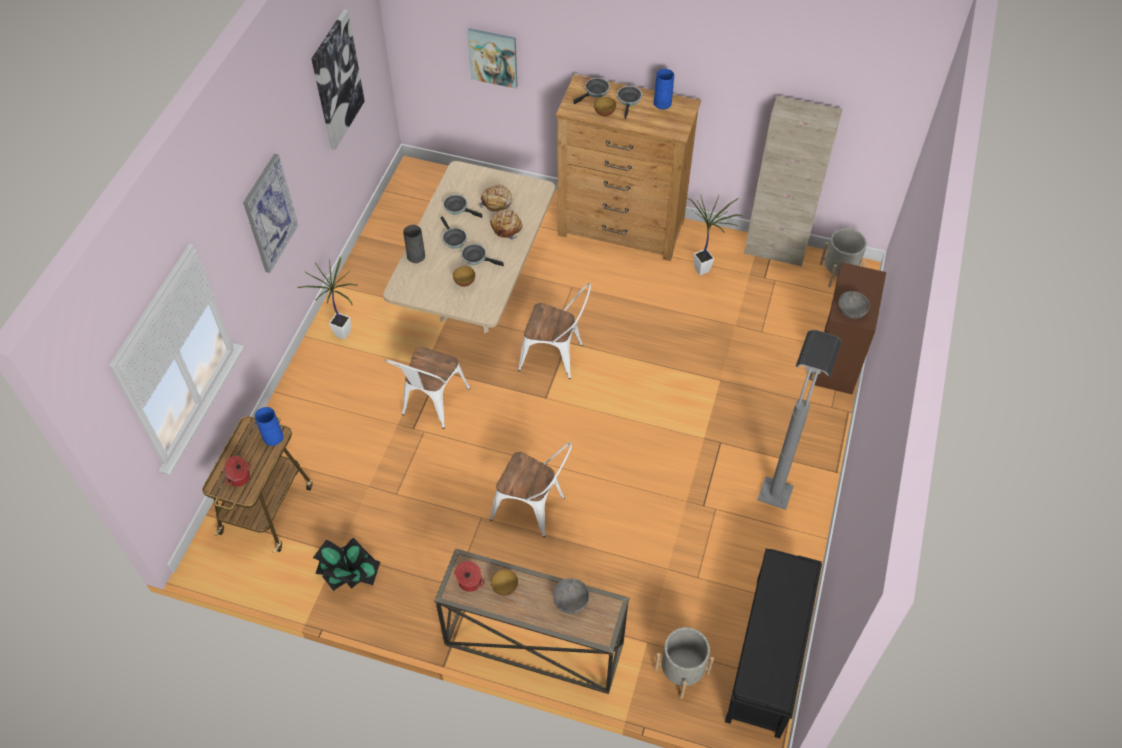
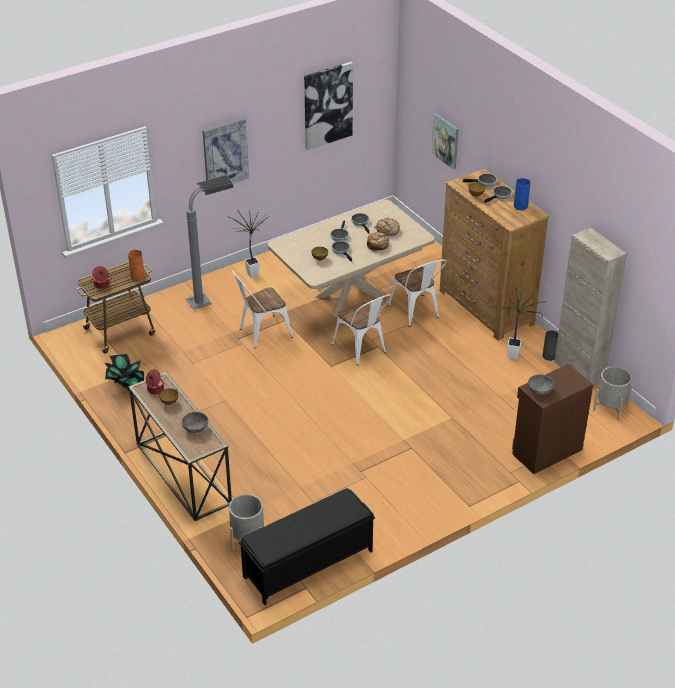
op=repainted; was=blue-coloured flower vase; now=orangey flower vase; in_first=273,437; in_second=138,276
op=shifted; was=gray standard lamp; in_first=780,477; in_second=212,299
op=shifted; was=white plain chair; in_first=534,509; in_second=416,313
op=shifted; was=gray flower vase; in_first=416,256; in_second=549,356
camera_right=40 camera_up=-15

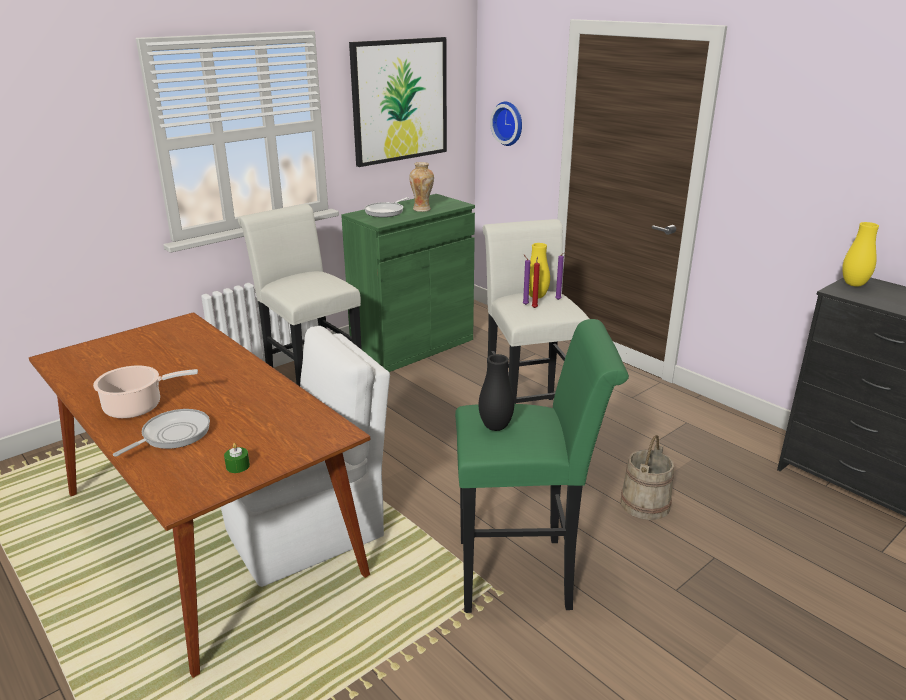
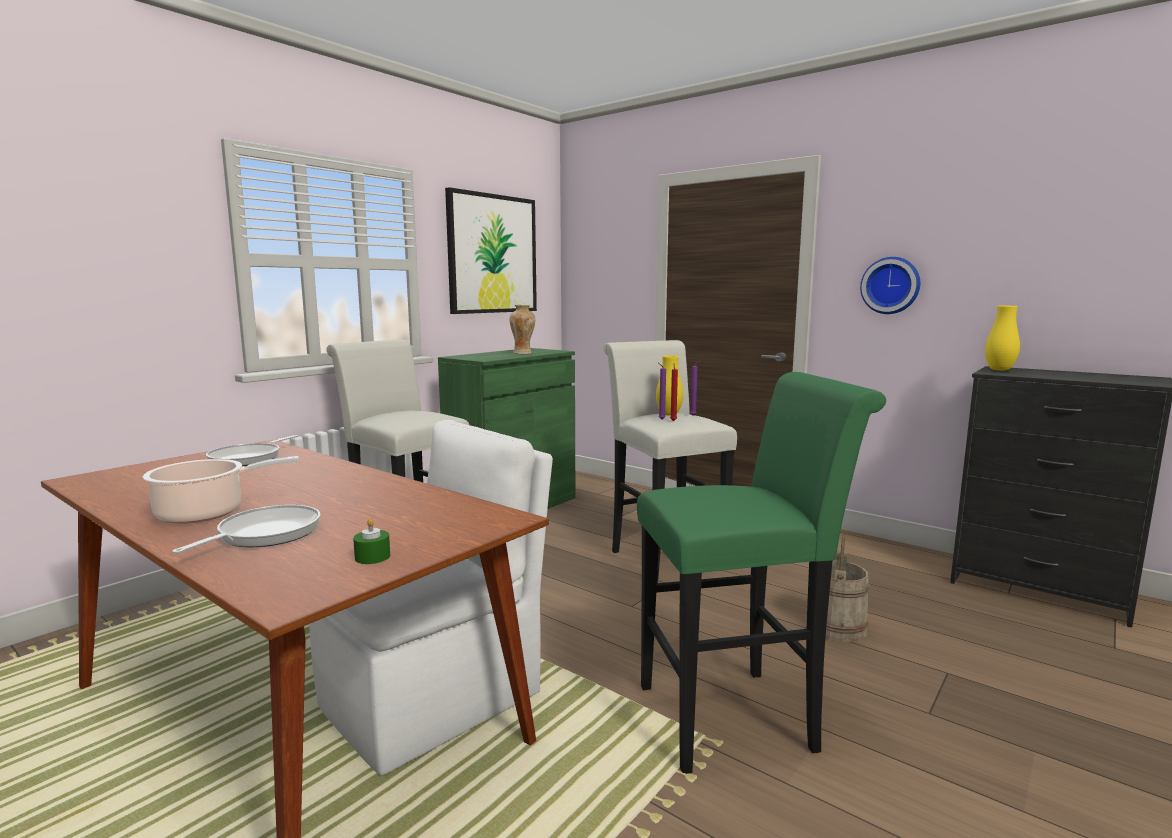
op=shifted; was=pan; in_first=386,212; in_second=249,458
op=shifted; was=clock on the wall; in_first=509,123; in_second=891,285
op=gone; was=black flower vase; in_first=495,427
camera_right=-10 camera_up=-15

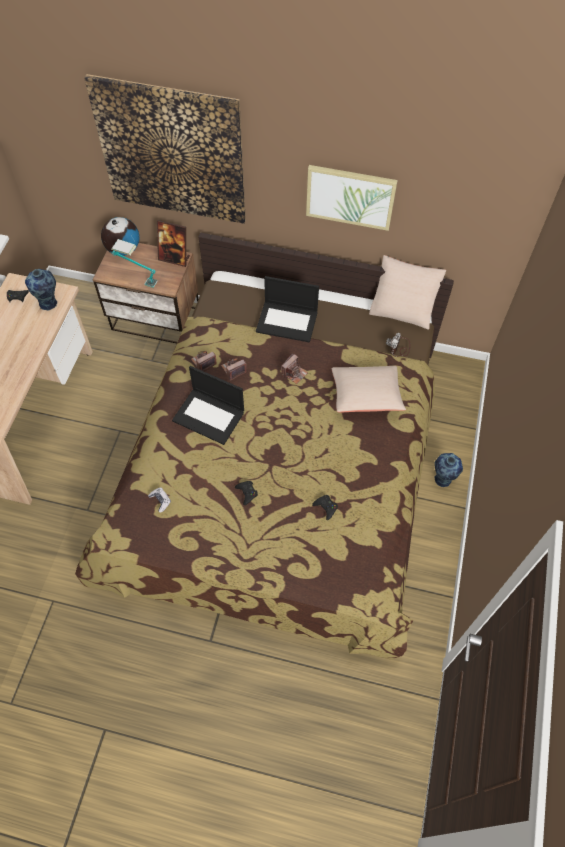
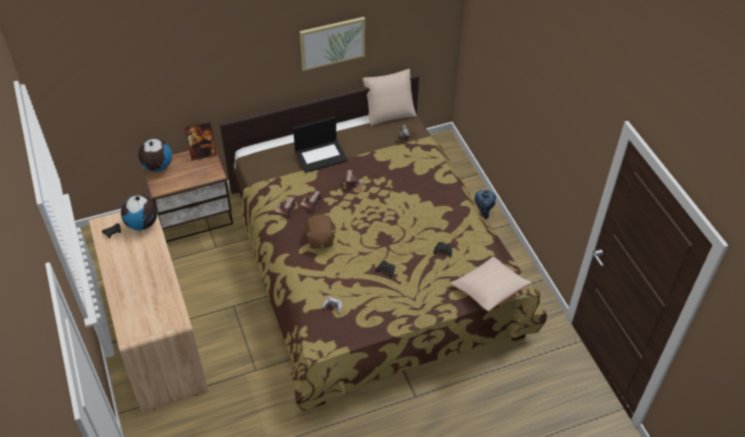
op=swapped; was=flower vase; now=globe; in_first=49,303; in_second=142,224
op=swapped; was=portable computer; now=brownish plush toy; in_first=209,416; in_second=320,239
op=shifted; was=beige-coloured cushion; in_first=366,395; in_second=489,290
op=gone; was=wall picture; in_first=172,152
op=gone; was=tabletop lamp; in_first=137,278
camera_right=-35 camera_up=-10

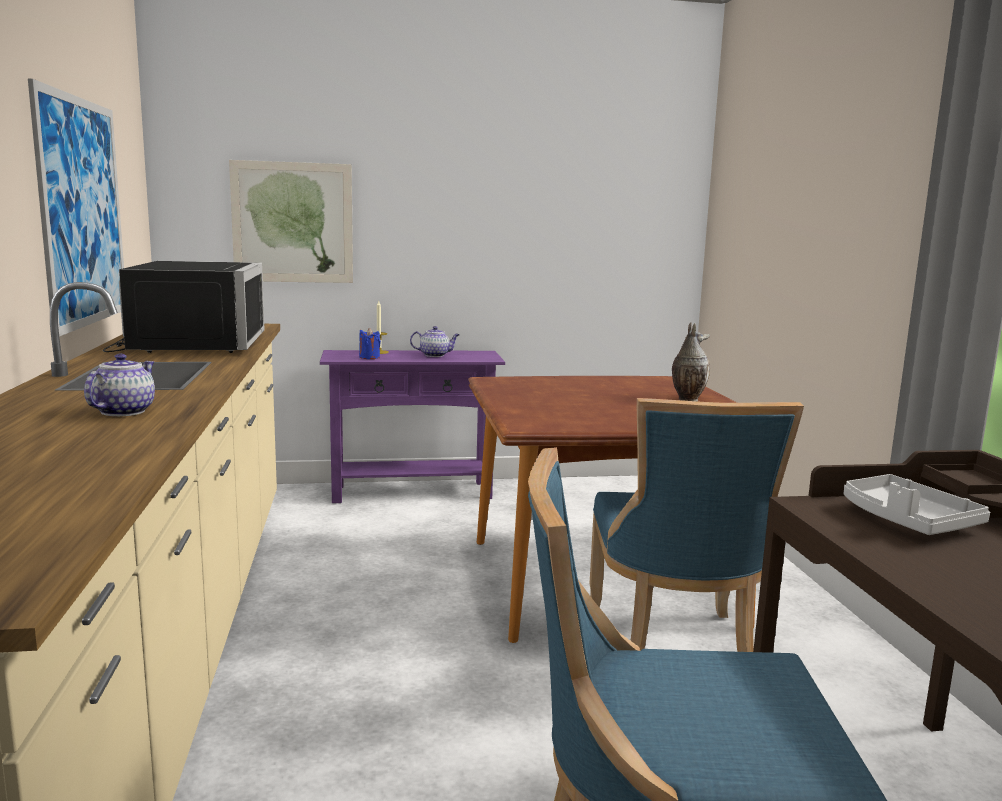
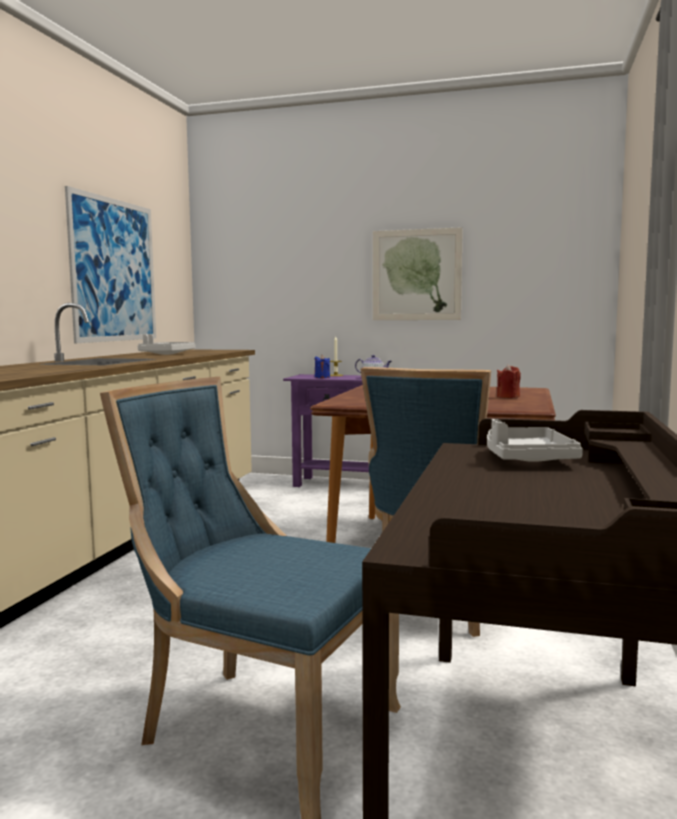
op=swapped; was=black microwave oven; now=gray carrying tray; in_first=188,344; in_second=167,354
op=shifted; was=wall picture; in_first=292,223; in_second=416,275
op=swapped; was=flower vase; now=red candle; in_first=687,399; in_second=508,397
op=gone; was=pot for tea; in_first=124,411
camera_right=25 camera_up=-5

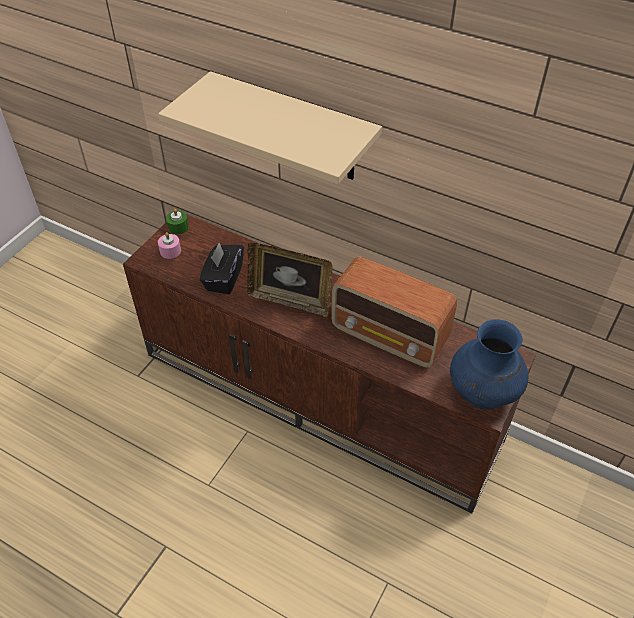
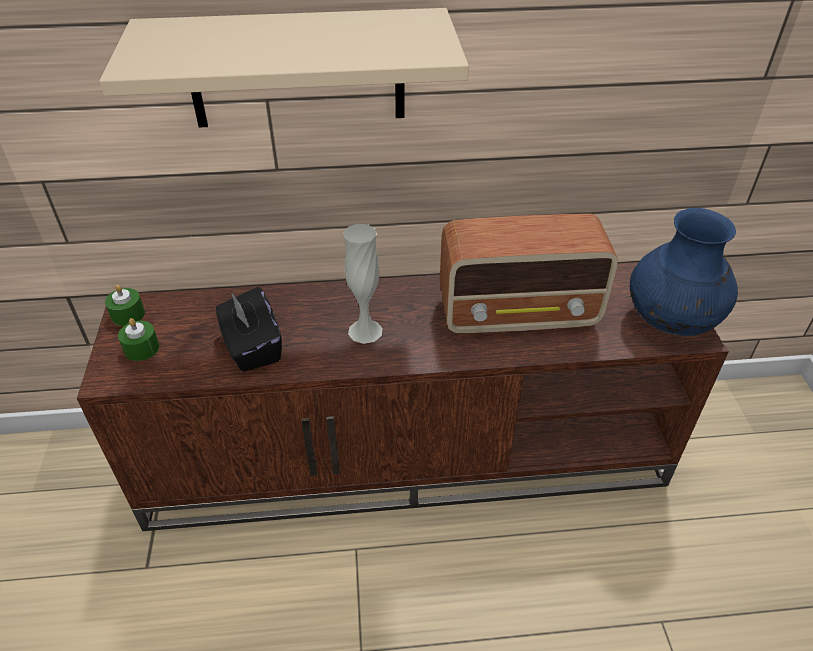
op=repainted; was=pink-coloured candle; now=green-coloured candle; in_first=170,251; in_second=141,348
op=swapped; was=standing frame; now=white flower vase; in_first=290,300; in_second=365,331
camera_right=-35 camera_up=-5

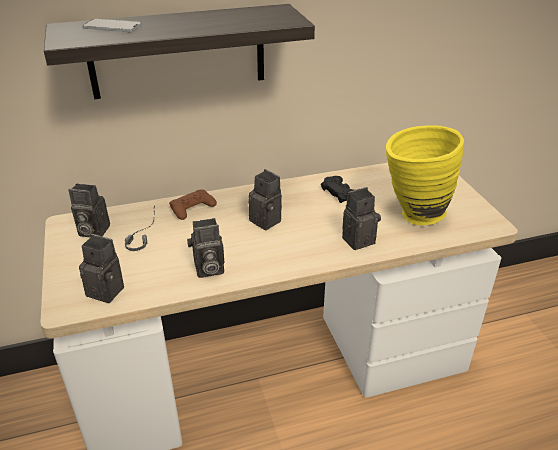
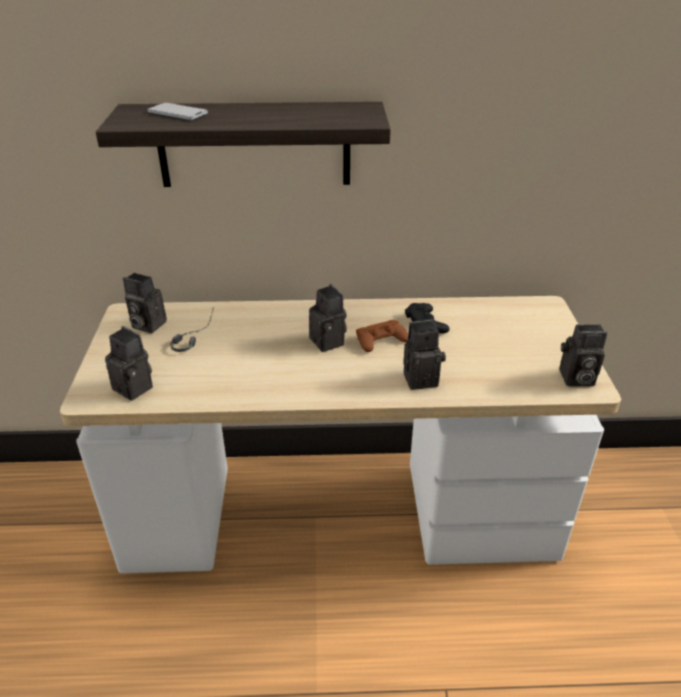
op=shifted; was=brownish joypad; in_first=192,208; in_second=381,340
op=shifted; was=photo camera; in_first=207,269; in_second=575,379
op=gone; was=yellow flower vase; in_first=412,215
camera_right=15 camera_up=0

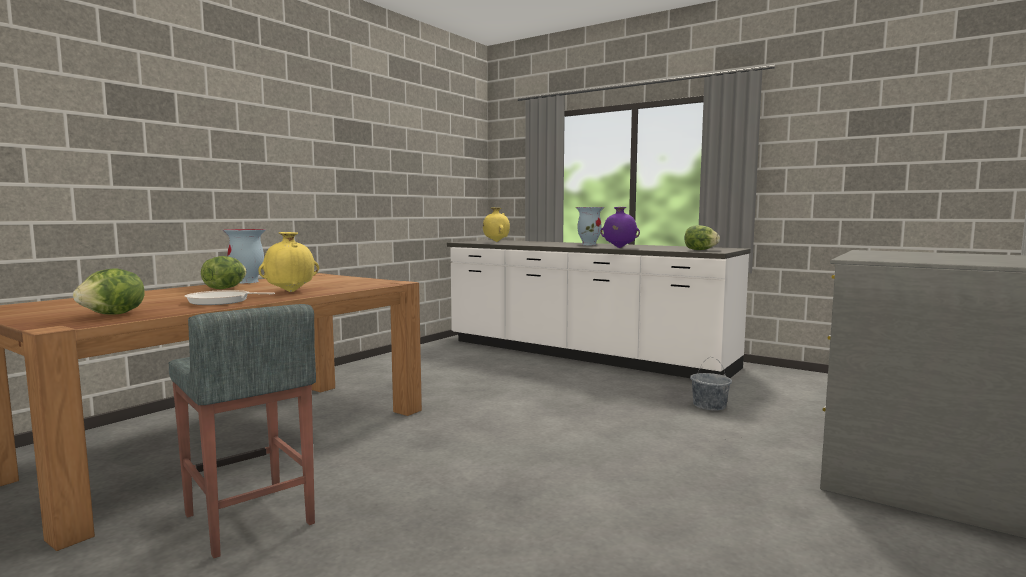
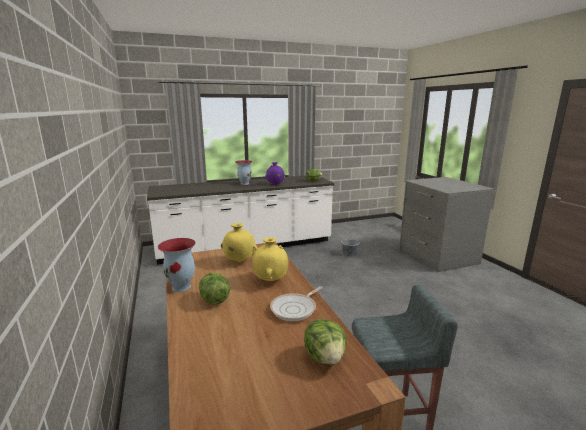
op=shifted; was=yellow flower vase; in_first=496,241; in_second=239,261
camera_right=-55 camera_up=10

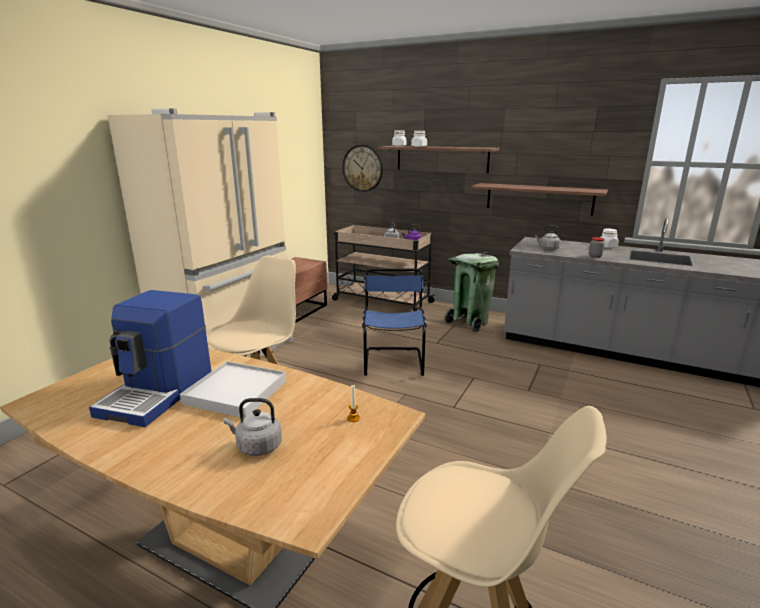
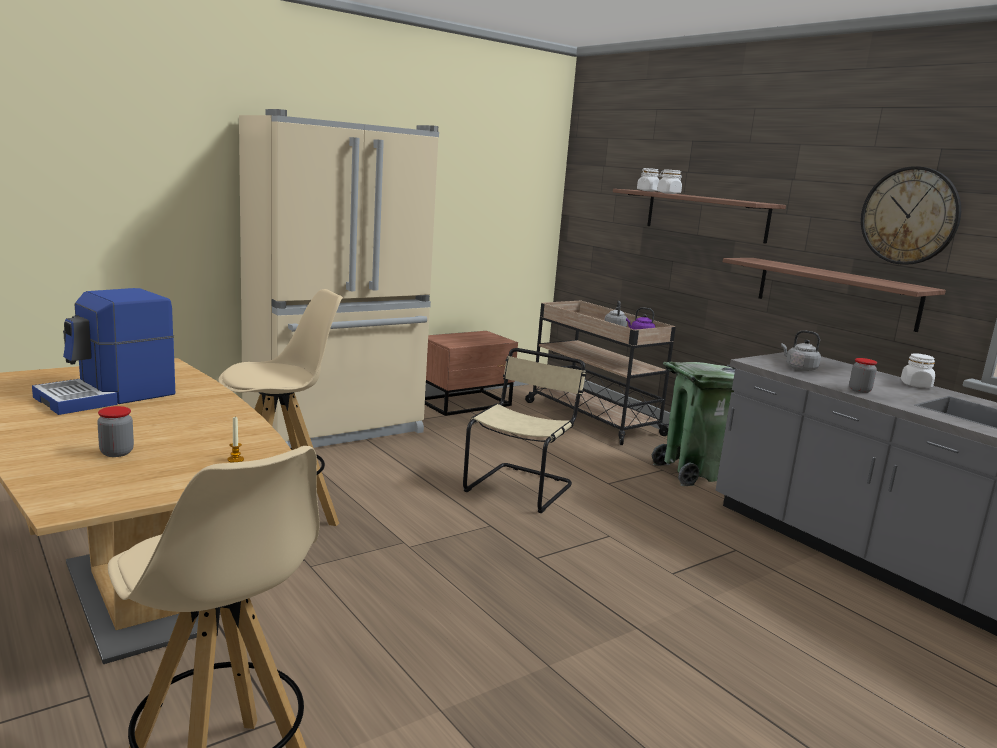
op=swapped; was=gray tea kettle; now=preserve jar; in_first=257,447; in_second=117,453
op=repainted; was=blue-coloured plain chair; now=beige-coloured plain chair; in_first=393,361; in_second=521,487
op=shifted; was=clock on the wall; in_first=363,168; in_second=909,216
op=gone; was=white carrying tray; in_first=236,392
camera_right=25 camera_up=-5

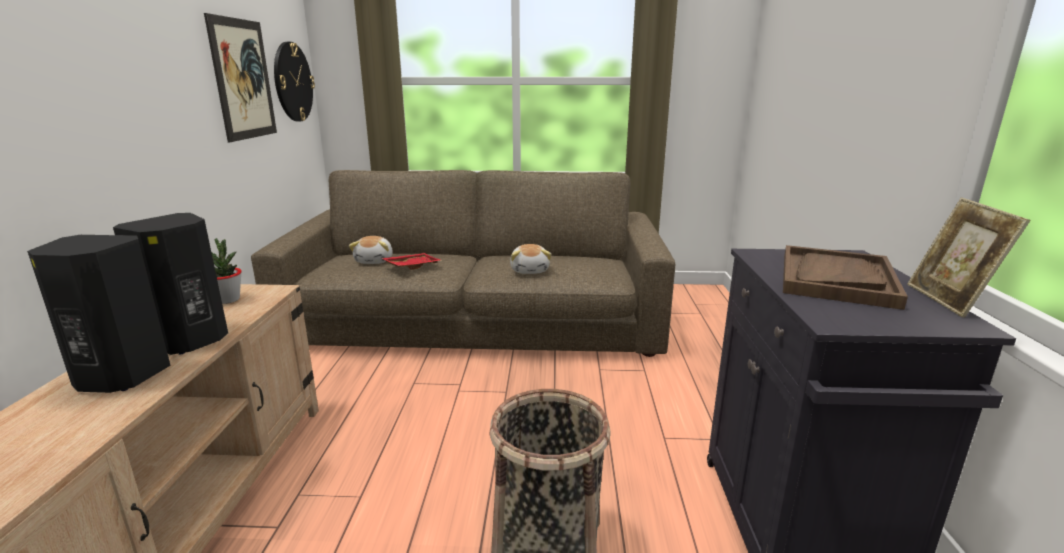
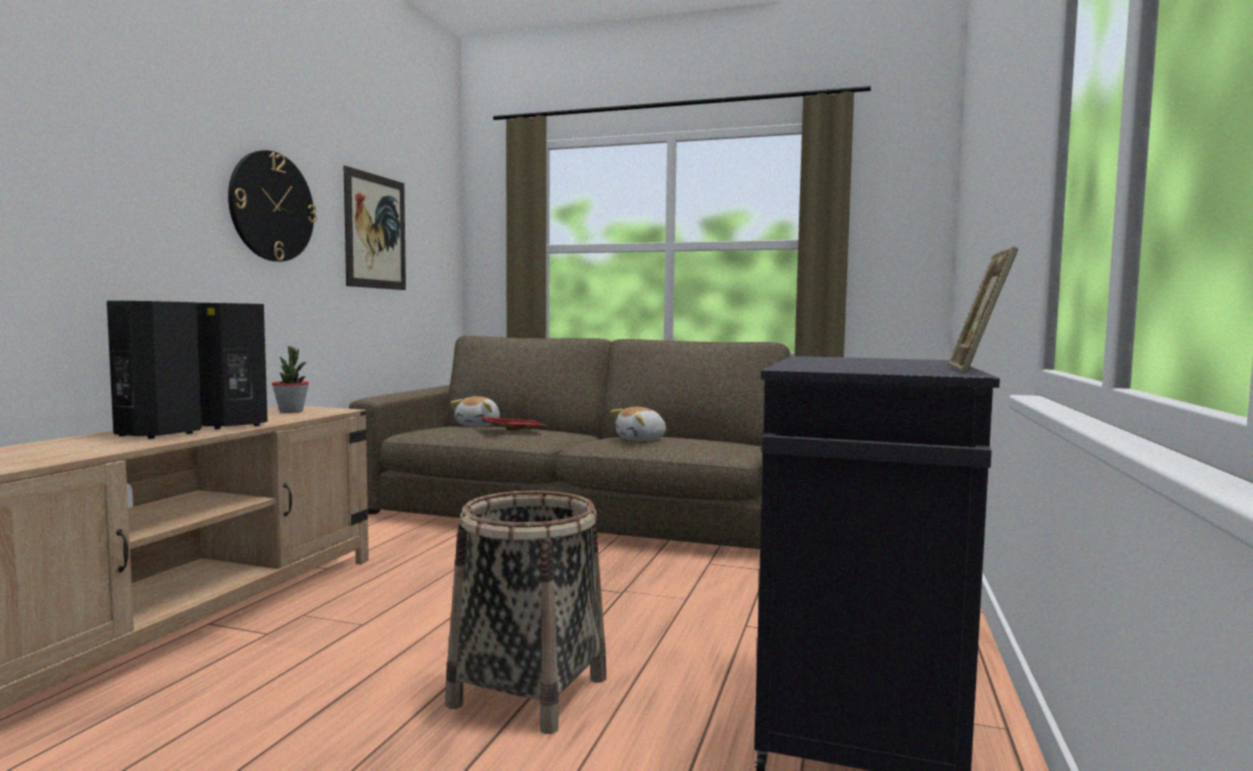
op=shifted; was=clock on the wall; in_first=293,82; in_second=272,206
op=rotated; was=plush toy; in_first=530,270; in_second=641,439; clockwise=45
op=gone; was=brownish carrying tray; in_first=836,279
camera_right=15 camera_up=-15

